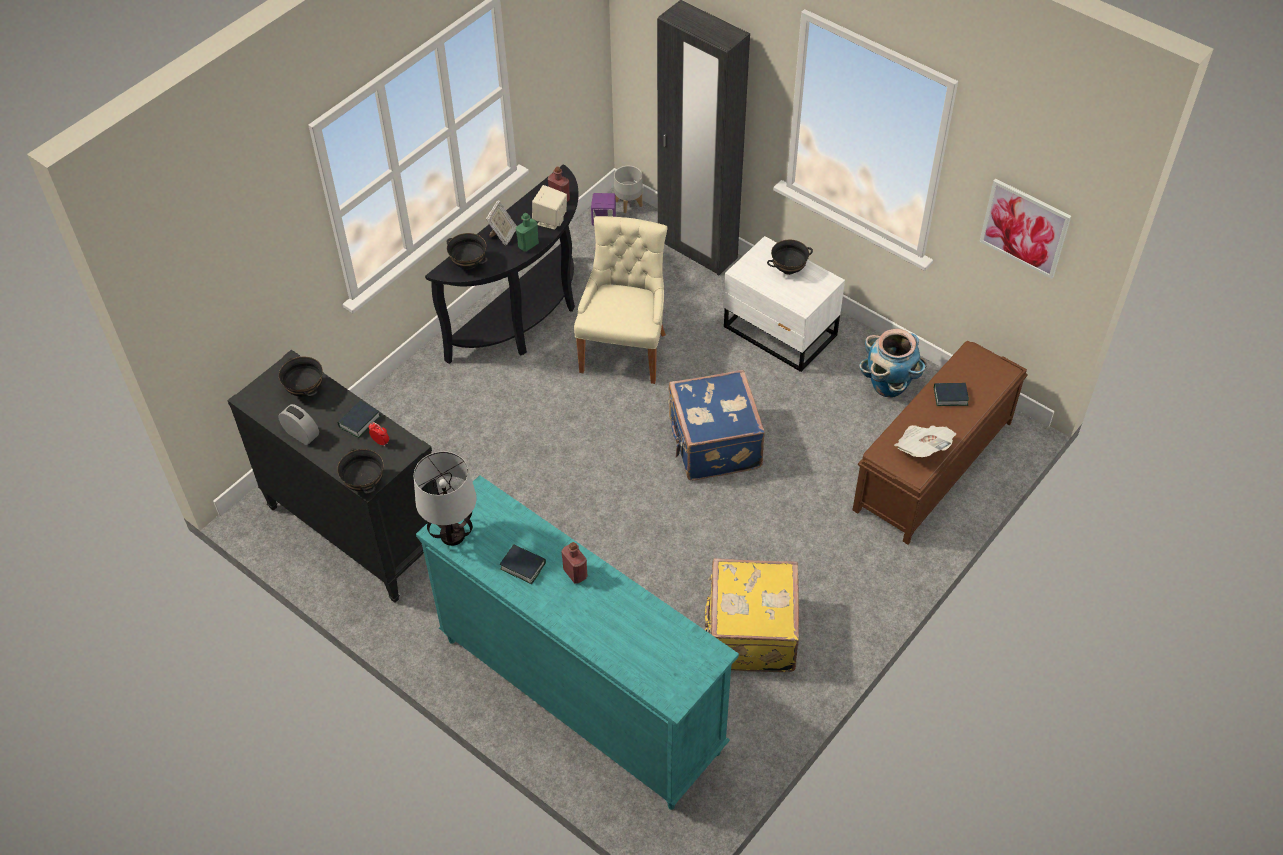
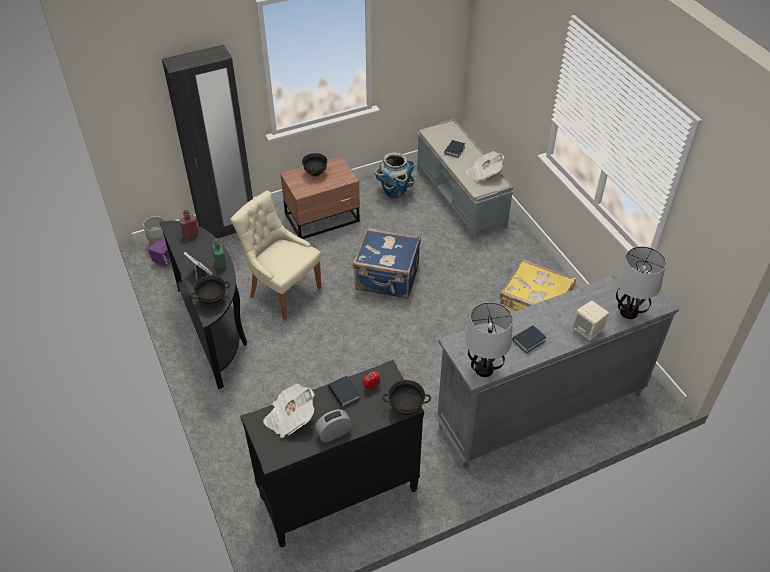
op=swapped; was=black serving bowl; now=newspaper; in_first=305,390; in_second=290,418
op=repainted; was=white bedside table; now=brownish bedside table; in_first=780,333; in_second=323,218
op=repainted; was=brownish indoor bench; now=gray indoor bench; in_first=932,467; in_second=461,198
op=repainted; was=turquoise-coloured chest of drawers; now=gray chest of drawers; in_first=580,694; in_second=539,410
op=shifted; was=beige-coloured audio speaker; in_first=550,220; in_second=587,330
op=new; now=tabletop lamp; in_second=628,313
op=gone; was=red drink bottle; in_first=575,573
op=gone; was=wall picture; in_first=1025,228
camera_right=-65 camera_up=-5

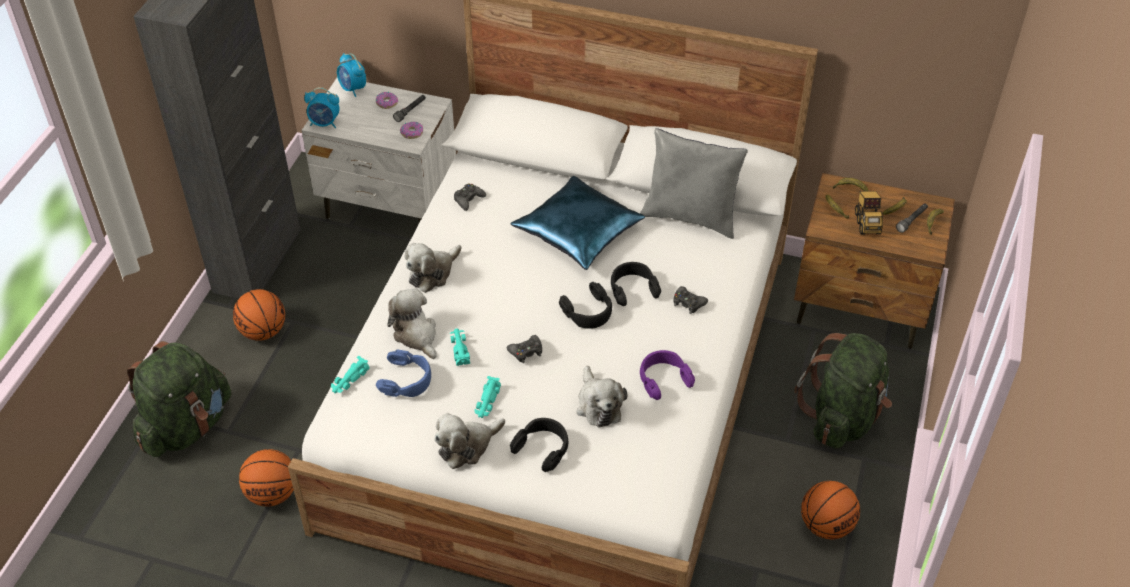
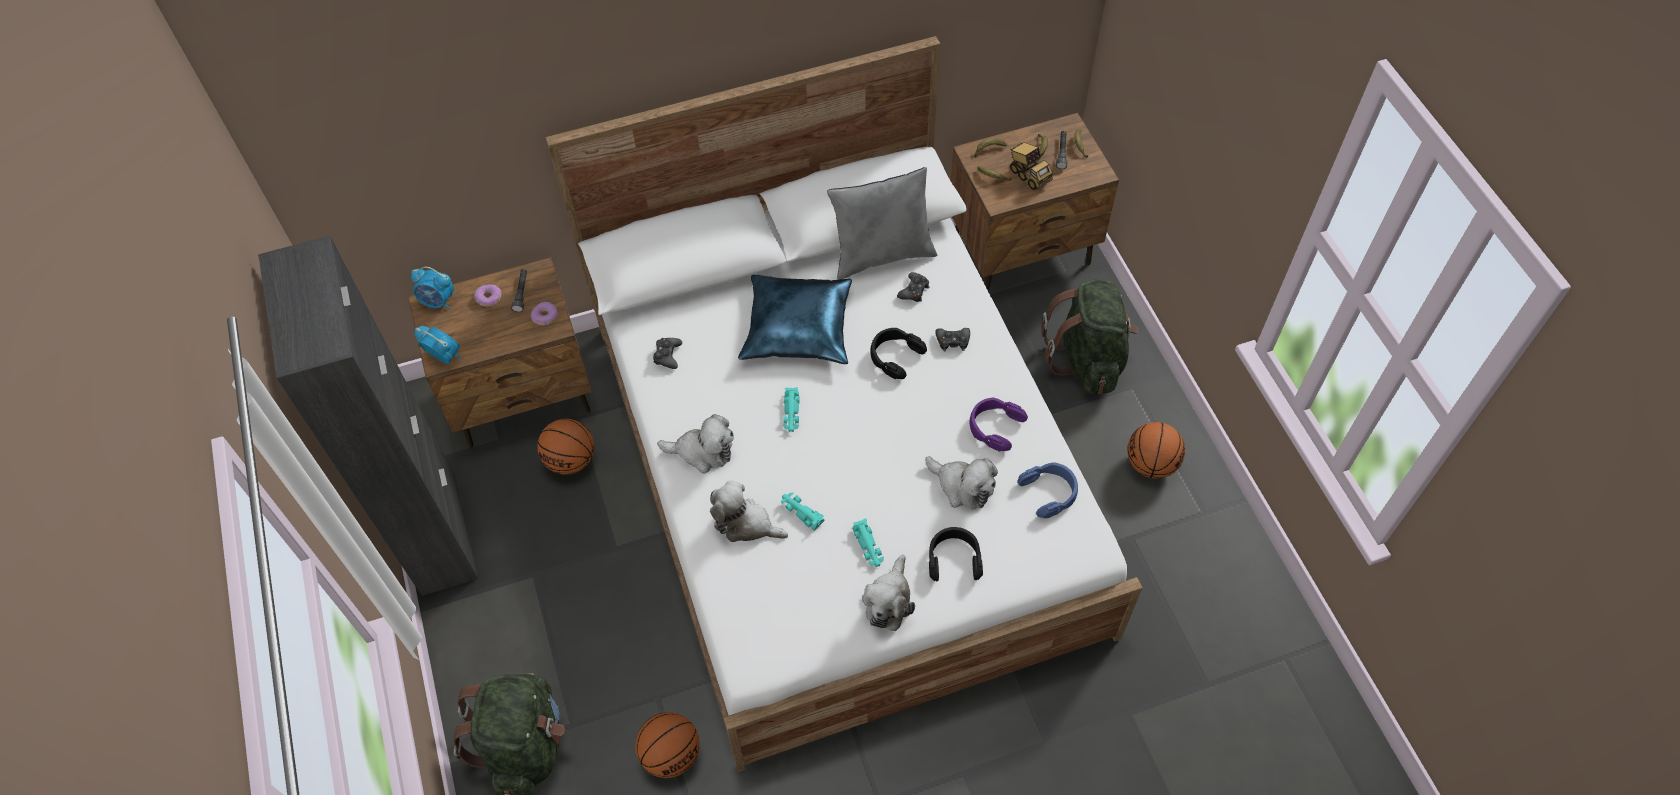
op=repainted; was=white bedside table; now=brownish bedside table; in_first=390,205; in_second=523,395
op=rotated; was=bedside clock; in_first=325,123; in_second=444,356; clockwise=-120
op=shifted; was=basketball; in_first=263,331; in_second=571,460
op=rotated; was=plush toy; in_first=432,273; in_second=702,451; clockwise=-90
op=shifted; was=turquoise-coloured toy car; in_first=349,380; in_second=791,413
op=shifted; was=black joypad; in_first=526,352; in_second=914,291
op=shifted; was=blue-coloured pair of headphones; in_first=406,379; in_second=1049,492
op=gone; was=black pair of headphones; in_first=588,311
camera_right=-35 camera_up=10

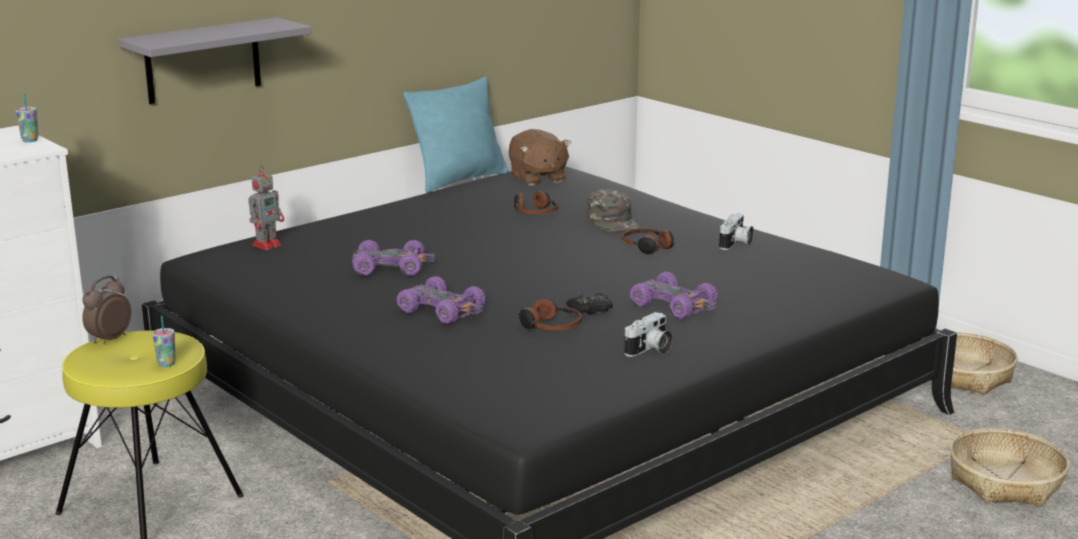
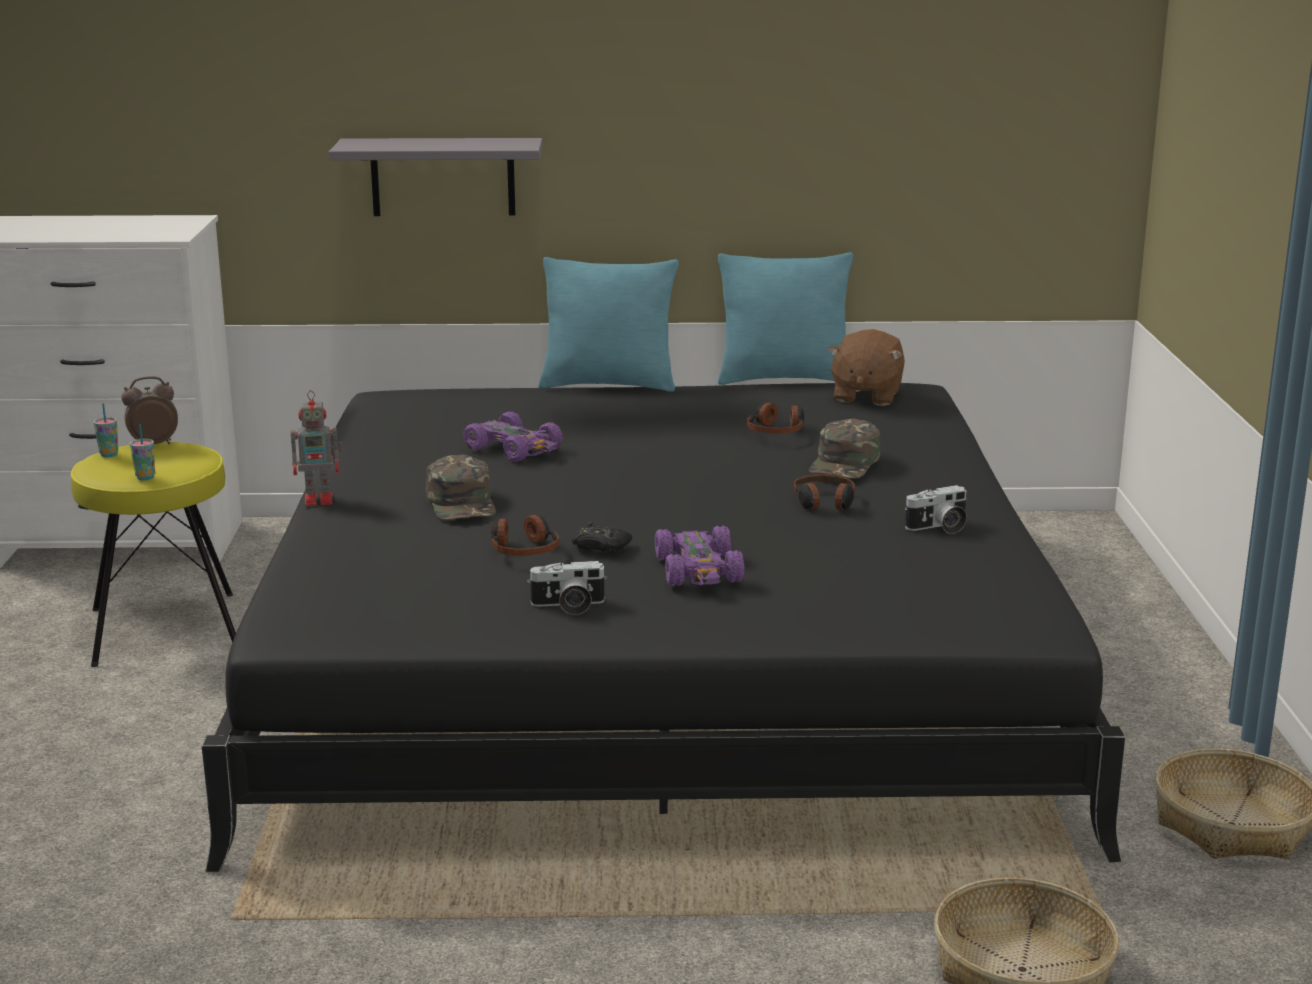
op=shifted; was=cup; in_first=30,140; in_second=109,455
op=shifted; was=robot figure; in_first=268,245; in_second=320,499
op=swapped; was=purple toy car; now=green-coloured peaked cap; in_first=443,310; in_second=462,503
op=new; now=turquoise-coloured cushion; in_second=608,385
camera_right=40 camera_up=0

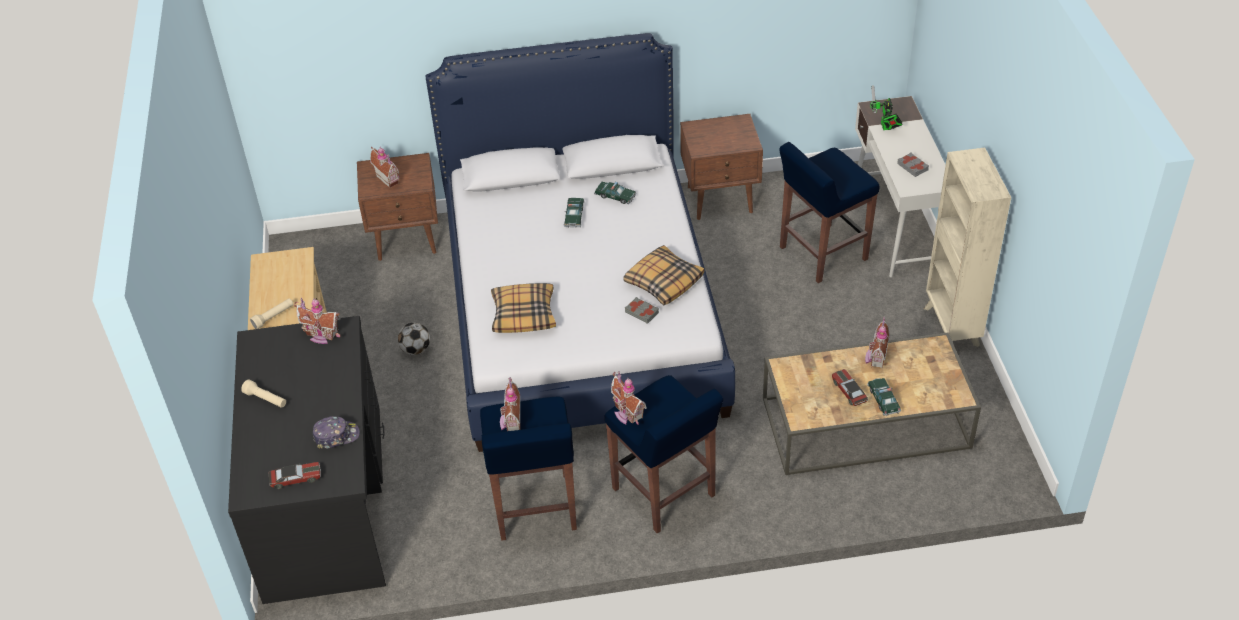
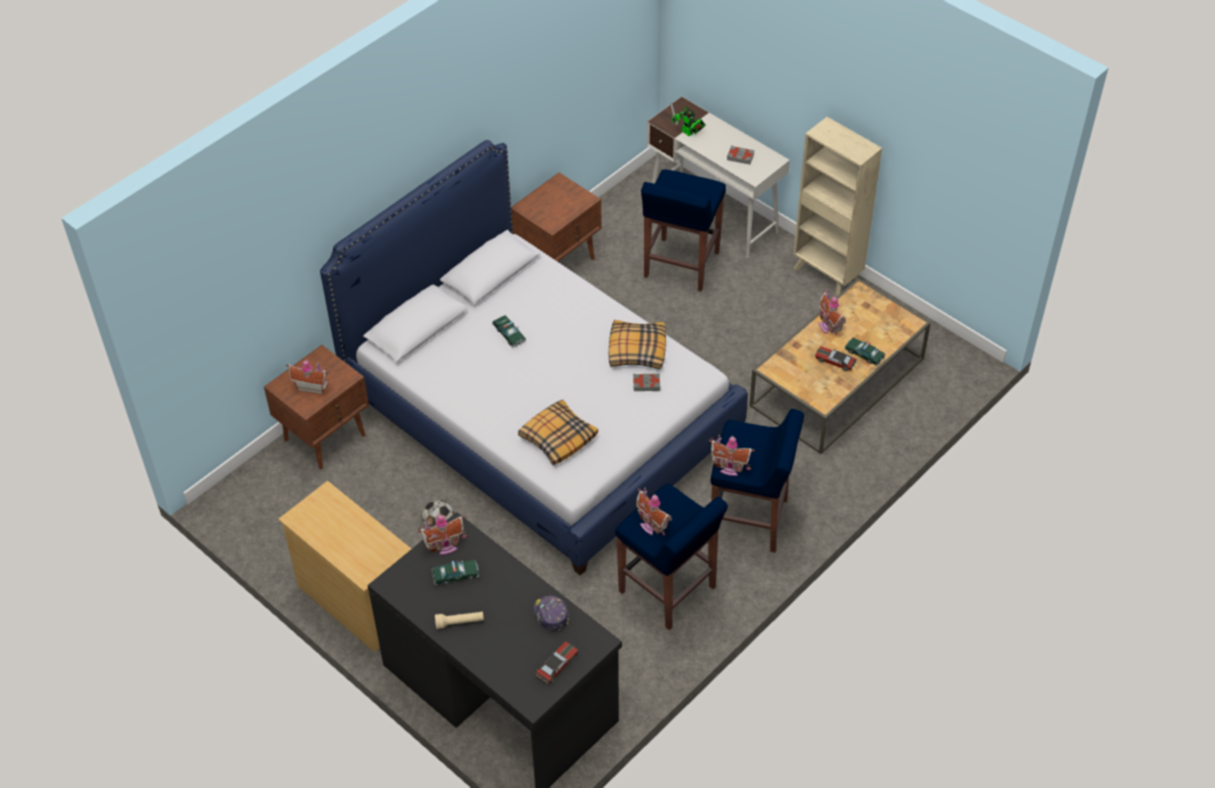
op=shifted; was=toy car; in_first=615,196; in_second=455,575
op=rotated; was=peaked cap; in_first=336,436; in_second=551,615; clockwise=-60
op=gone; was=beige-coloured torch; in_first=273,317
camera_right=-40 camera_up=5

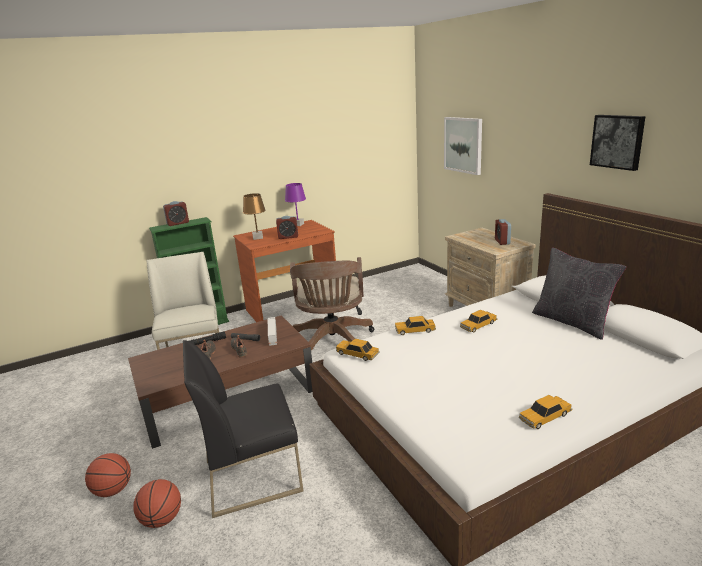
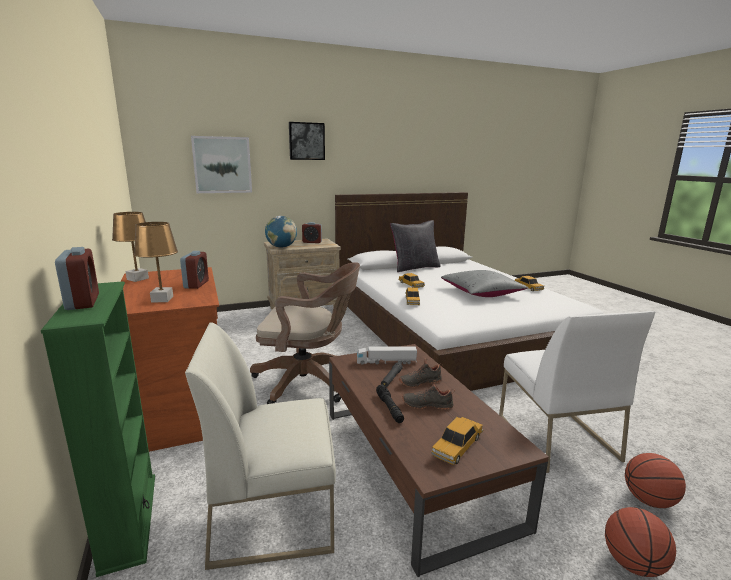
op=repainted; was=purple tabletop lamp; now=brownish tabletop lamp; in_first=298,224; in_second=138,279
op=new; now=globe; in_second=281,247
op=shifted; was=wall picture; in_first=618,141; in_second=306,141
op=shifted; was=toy car; in_first=357,354; in_second=457,446
op=new; now=gray cushion; in_second=481,293
op=repainted; was=black plain chair; now=white plain chair; in_first=253,474; in_second=555,437
camera_right=-85 camera_up=-5

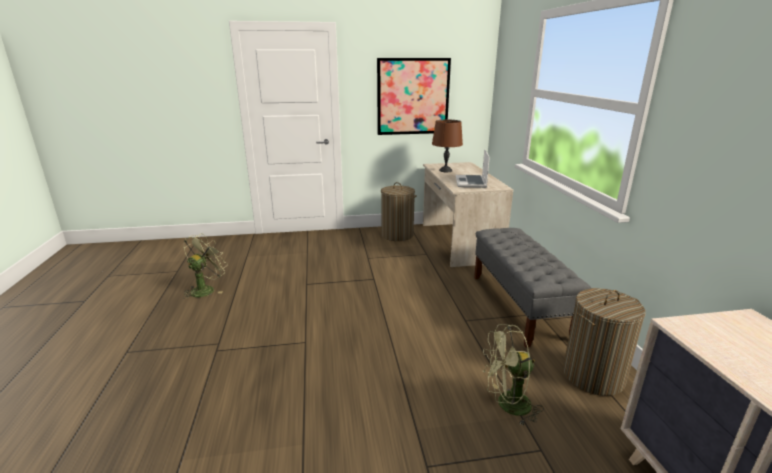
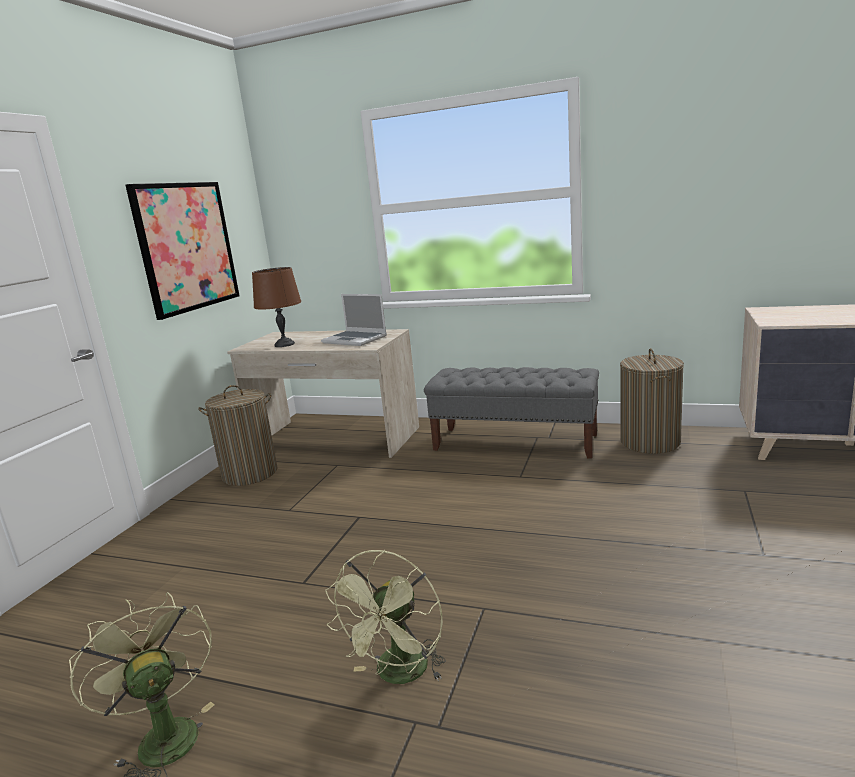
op=shifted; was=green-coloured fan; in_first=507,405; in_second=399,675
camera_right=-60 camera_up=-5

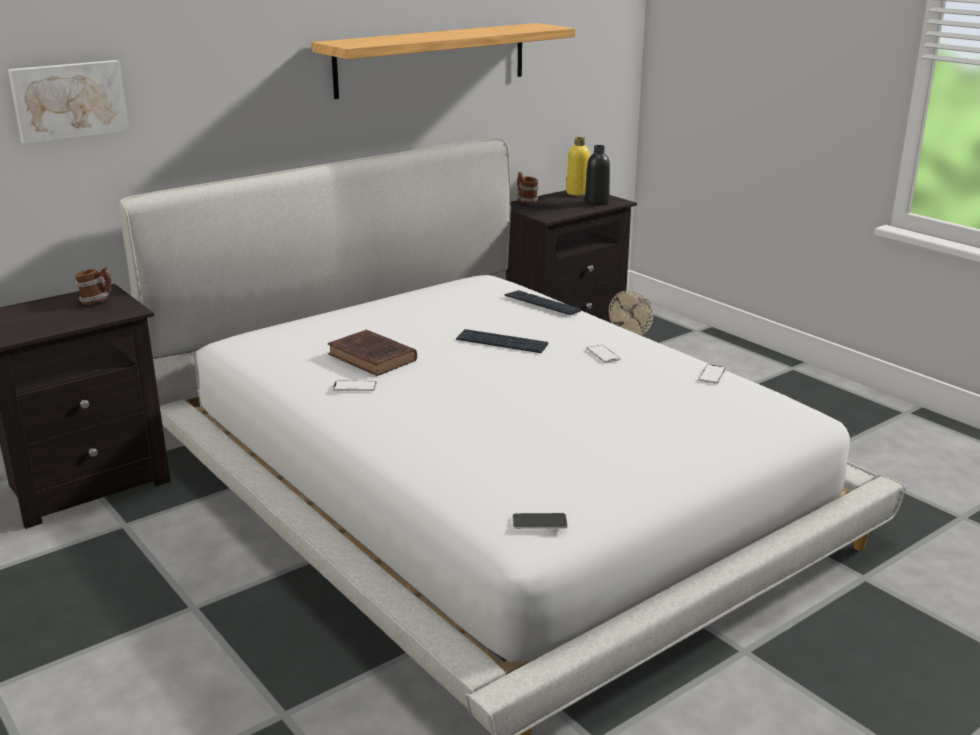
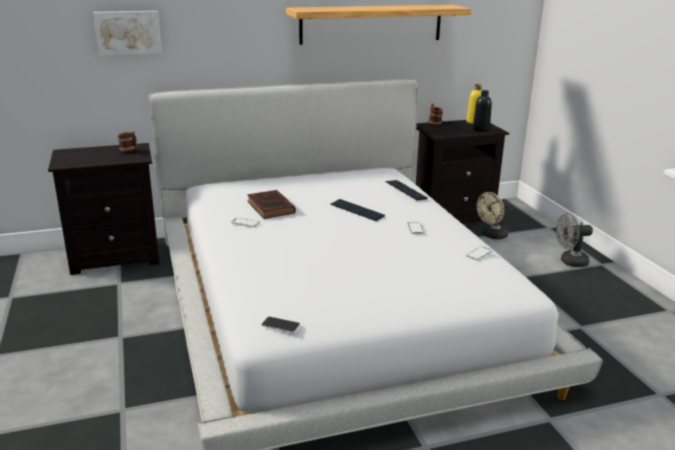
op=new; now=gray fan; in_second=569,262
camera_right=20 camera_up=0

